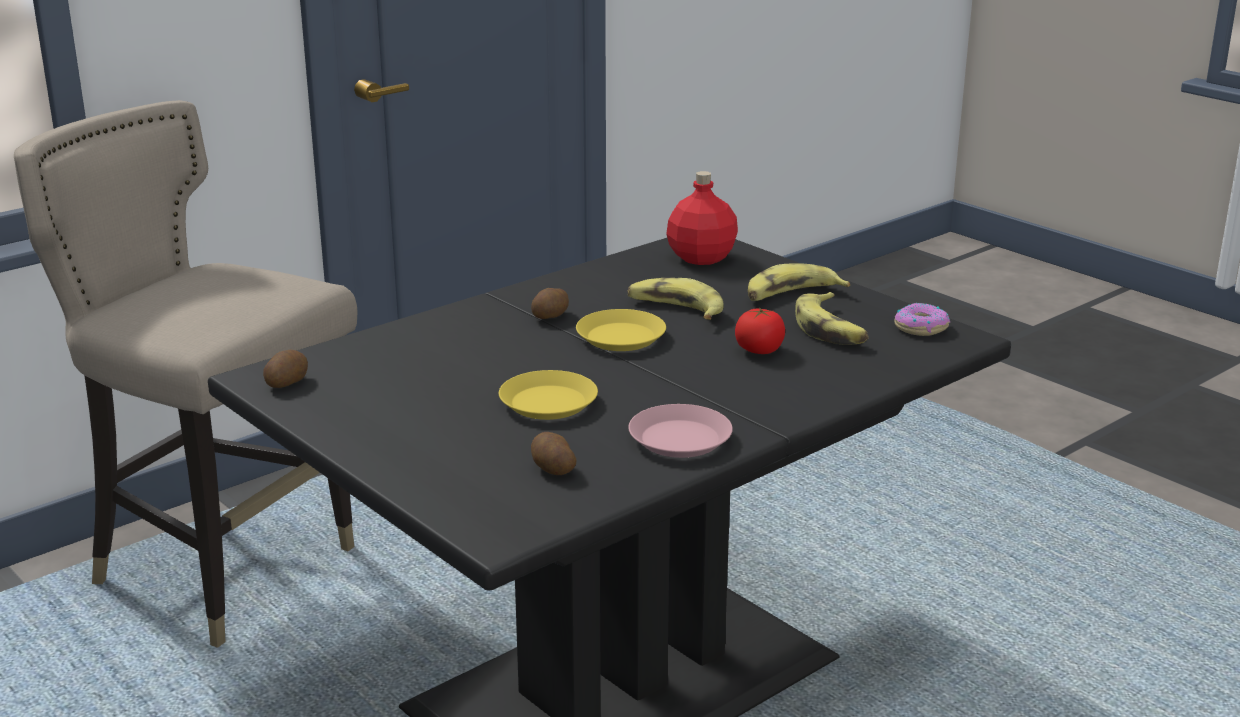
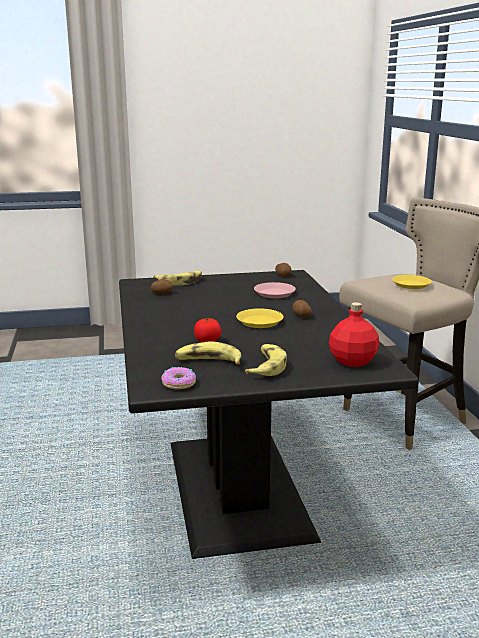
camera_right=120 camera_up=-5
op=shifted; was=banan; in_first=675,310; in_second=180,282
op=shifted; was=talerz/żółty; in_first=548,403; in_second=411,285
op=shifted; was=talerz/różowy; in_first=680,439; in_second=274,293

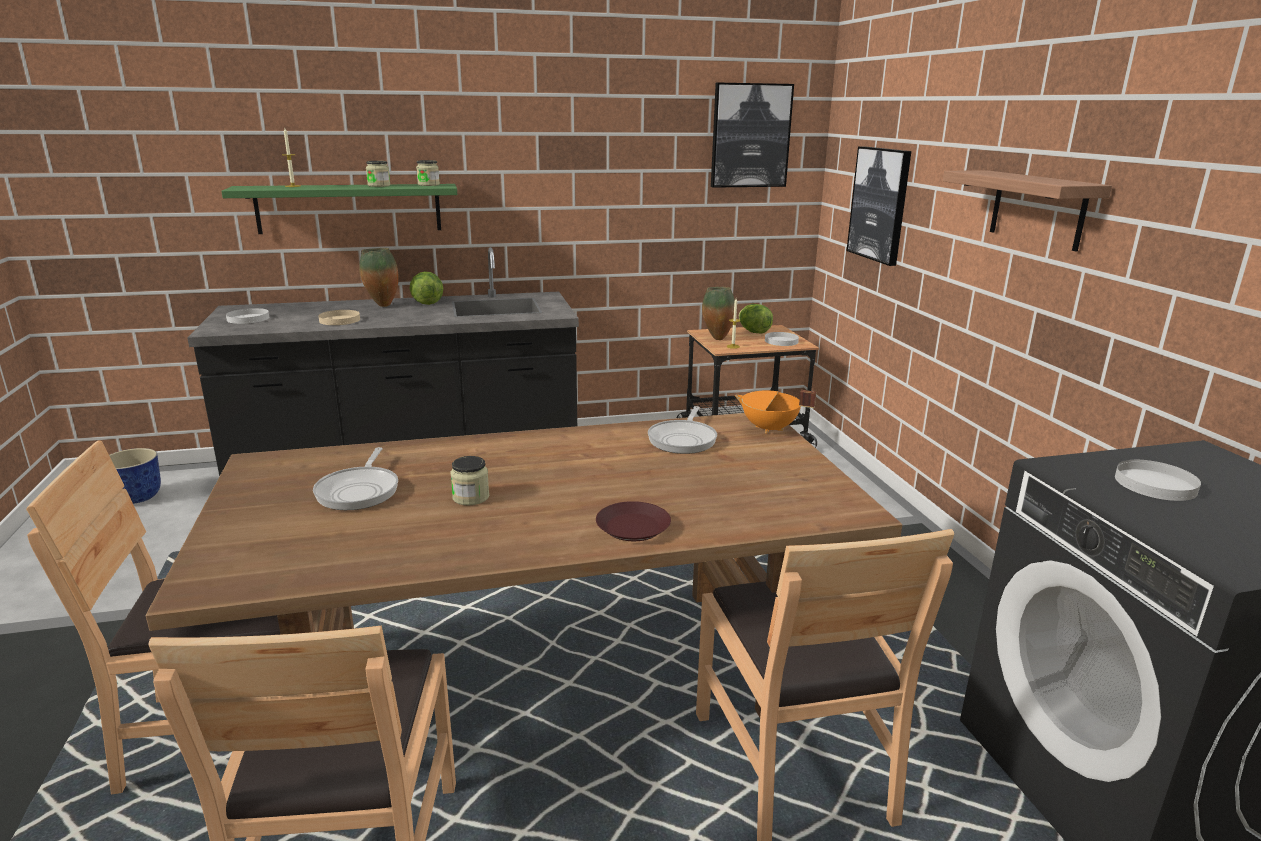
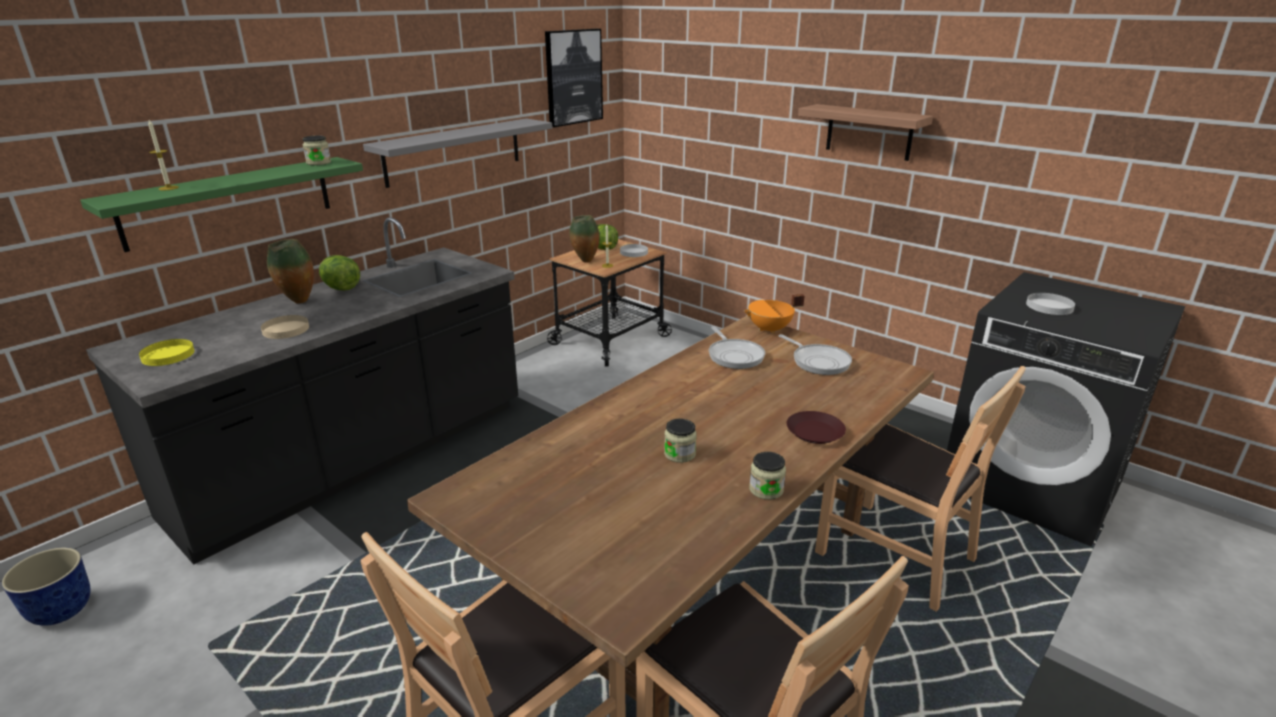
camera_right=-35 camera_up=5
op=gone; was=obraz; in_first=879,204
op=shifted; was=słoik; in_first=379,185; in_second=766,489
op=repainted; was=talerz/biały; now=talerz/żółty; in_first=248,318; in_second=168,355
op=shifted; was=patelnia; in_first=359,491; in_second=818,361
op=new; now=półka/szary; in_second=454,151

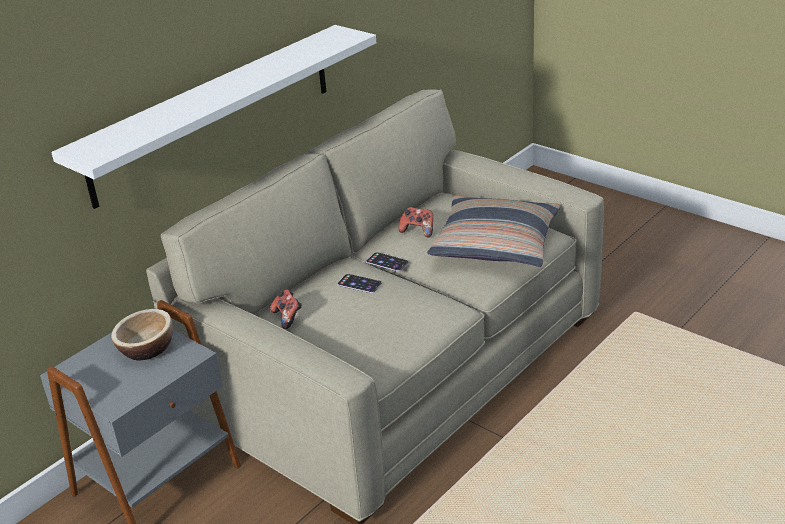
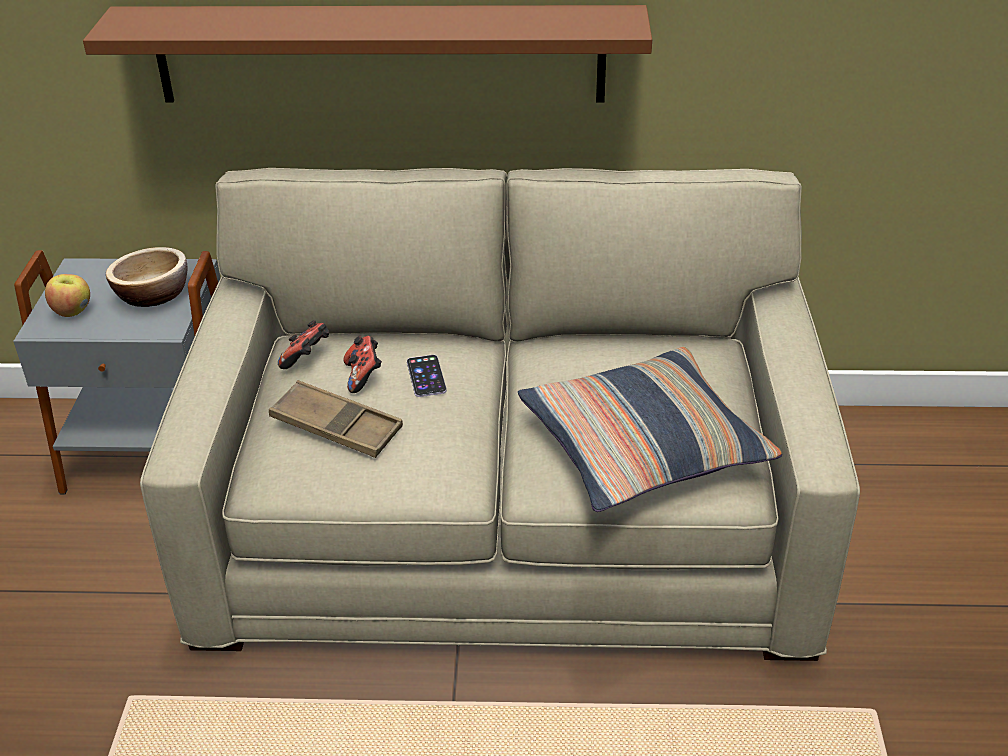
camera_right=50 camera_up=5
op=repainted; was=półka/biały; now=półka/brązowy; in_first=214,113; in_second=380,54
op=shifted; was=pad do gier; in_first=418,231; in_second=364,376
op=gone; was=telefon; in_first=387,262
op=new; now=jabłko; in_second=72,311
op=new; now=taca/brązowy; in_second=336,426

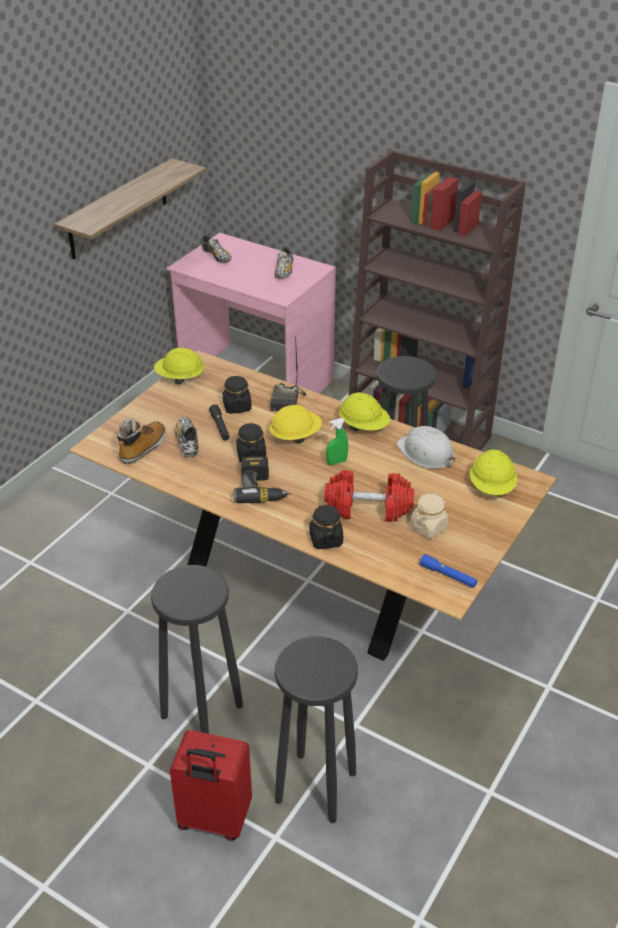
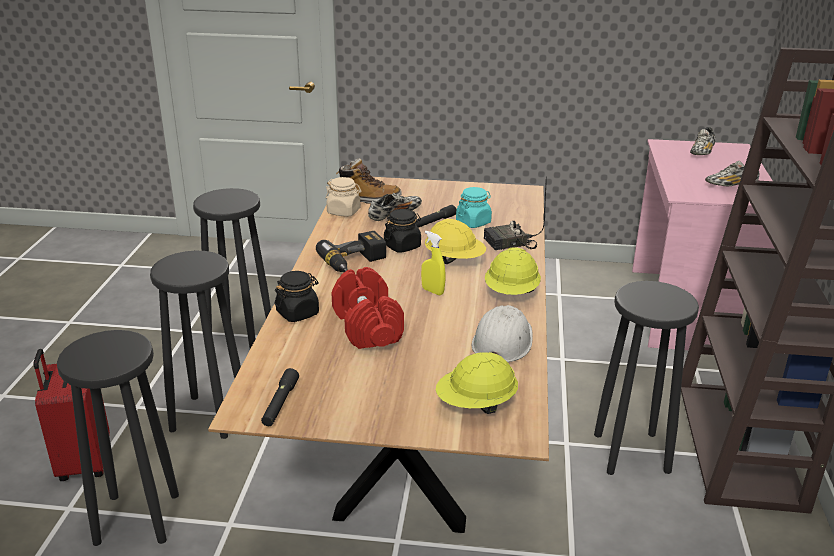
camera_right=65 camera_up=-10
op=gone; was=półka; in_first=118,209
op=gone; was=kask/żółty; in_first=180,378
op=repainted; was=słoik/czarny; now=słoik/turkusowy; in_first=237,406; in_second=473,222
op=repainted; was=spryskiwacz/zielony; now=spryskiwacz/żółty; in_first=336,462; in_second=432,291
op=shifted; was=słoik/beżowy; in_first=428,527; in_second=344,211
op=repainted; was=latarka/niebieski; now=latarka/czarny; in_first=448,576; in_second=280,403
op=new; now=stołek/czarny; in_second=240,335

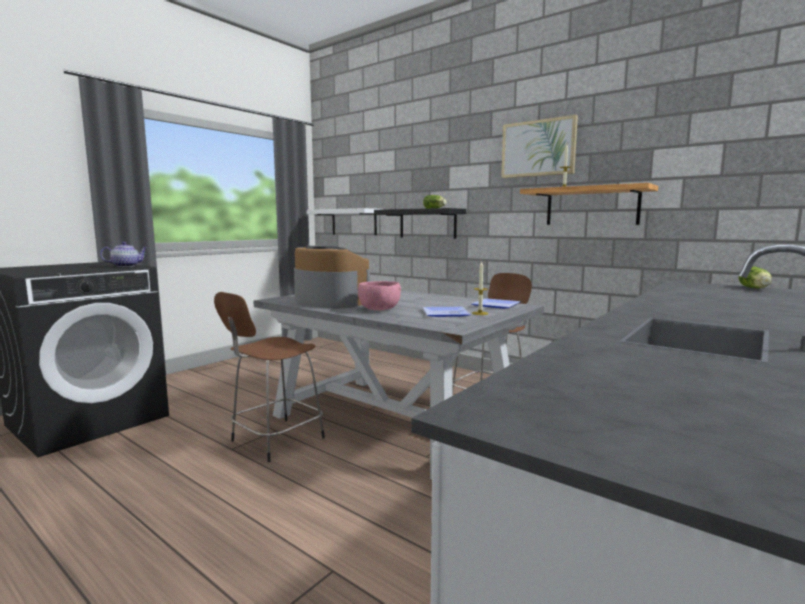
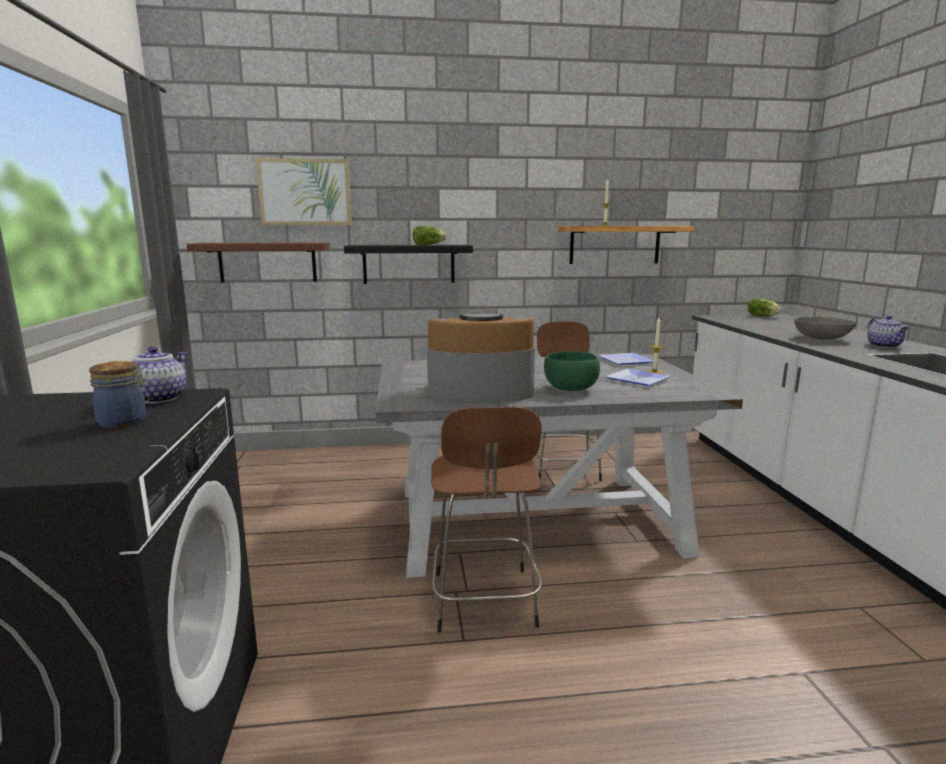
camera_right=-45 camera_up=5
op=shifted; was=obraz; in_first=538,148; in_second=305,192
op=repainted; was=półka/biały; now=półka/brązowy; in_first=354,222; in_second=267,262
op=repainted; was=miska/różowy; now=miska/zielony; in_first=379,310; in_second=571,389
op=new; now=imbryk; in_second=885,346
op=new; now=miska/szary; in_second=821,339
op=new; now=słoik; in_second=124,422

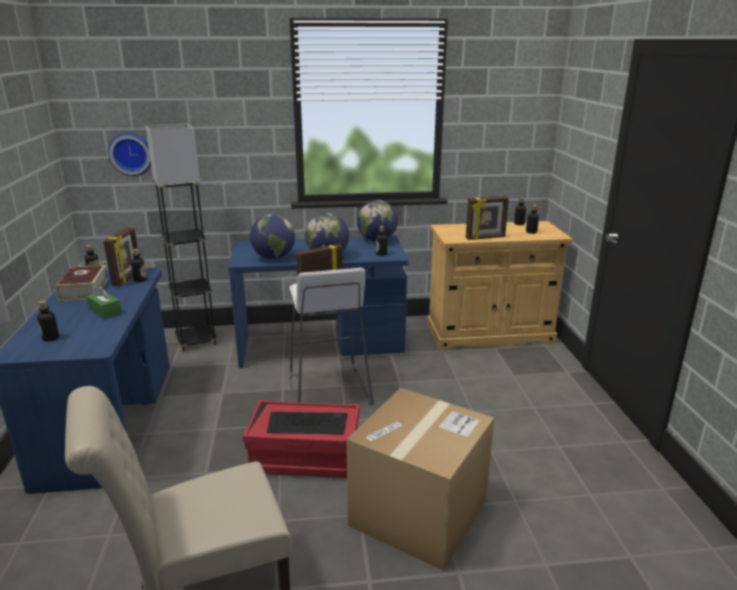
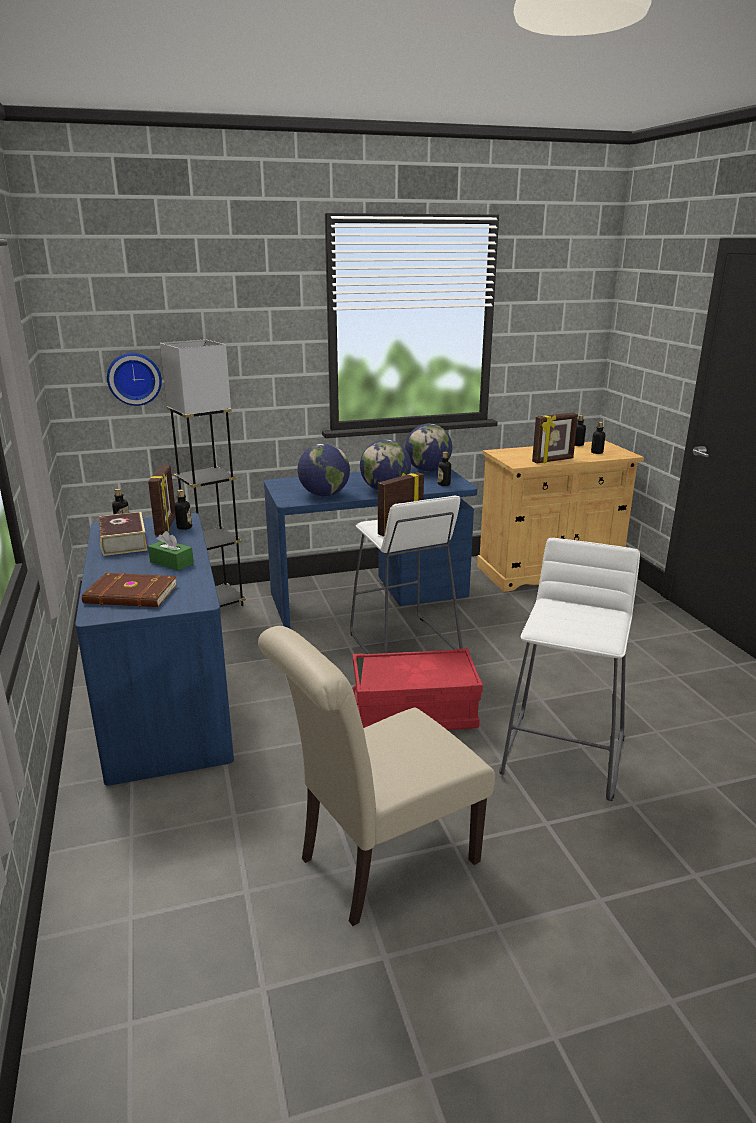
camera_right=-10 camera_up=0
op=swapped; was=butelka; now=książka/brązowy; in_first=51,338; in_second=131,595
op=swapped; was=karton; now=stołek/biały; in_first=418,513; in_second=564,754
op=gone; was=klawiatura; in_first=307,424

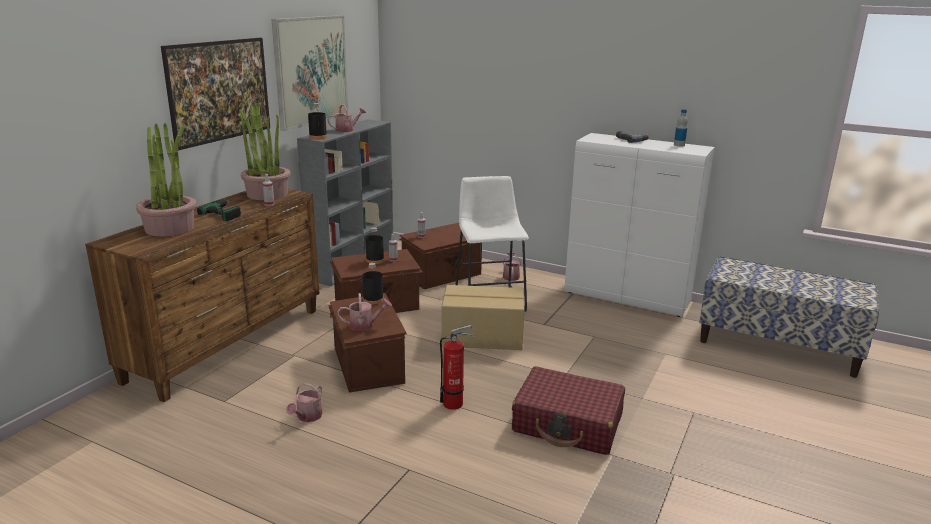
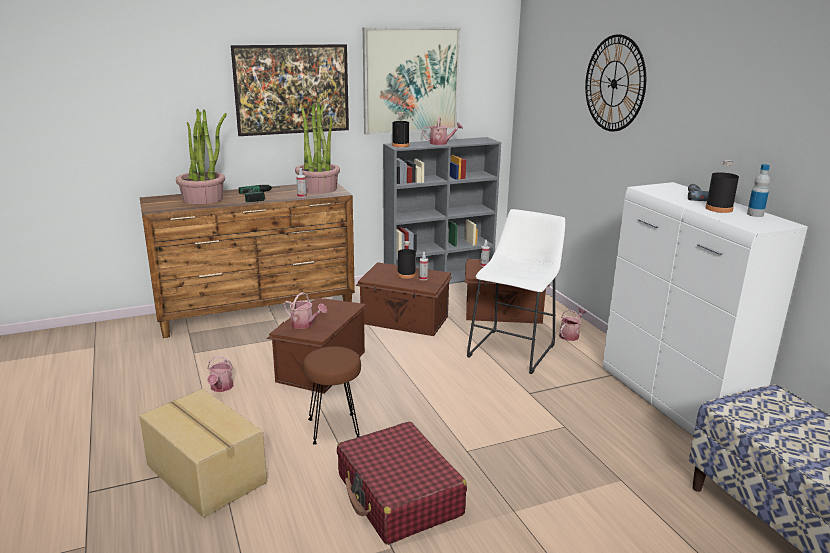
camera_right=40 camera_up=0
op=shifted; was=butelka/czarny; in_first=373,300; in_second=719,209
op=shifted; was=karton; in_first=482,337; in_second=205,475
op=swapped; was=gaśnica; now=stołek/brązowy; in_first=455,403; in_second=334,428
op=rotated; was=konewka; in_first=307,417; in_second=221,388; clockwise=-60
op=new; now=zegar ścienny; in_second=614,83

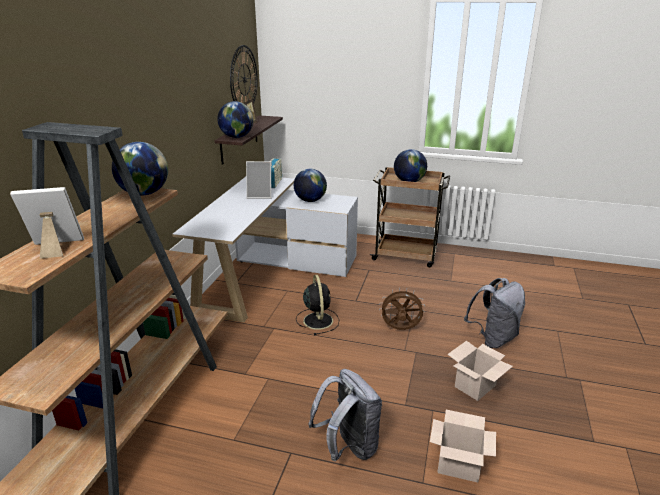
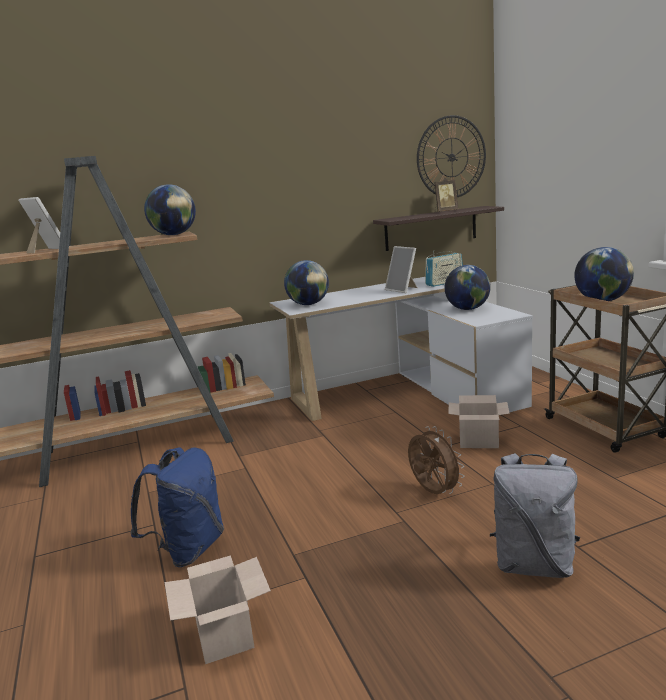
camera_right=55 camera_up=-10
op=shifted; was=globus; in_first=237,137; in_second=308,304
op=gone; was=wentylator/czarny; in_first=317,320
op=shifted; was=karton; in_first=475,387; in_second=477,441
op=repainted; was=plecak/szary; now=plecak/niebieski; in_first=348,447; in_second=188,550

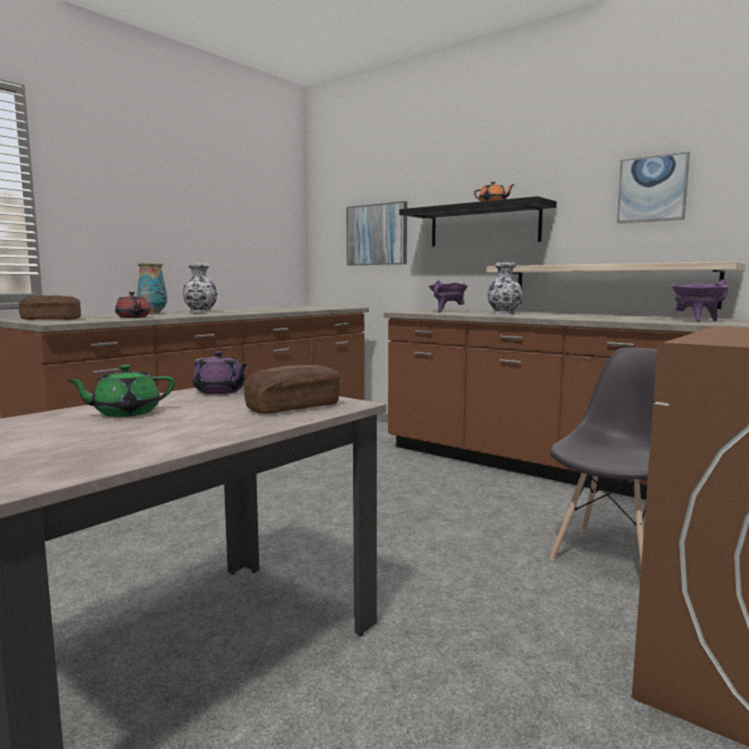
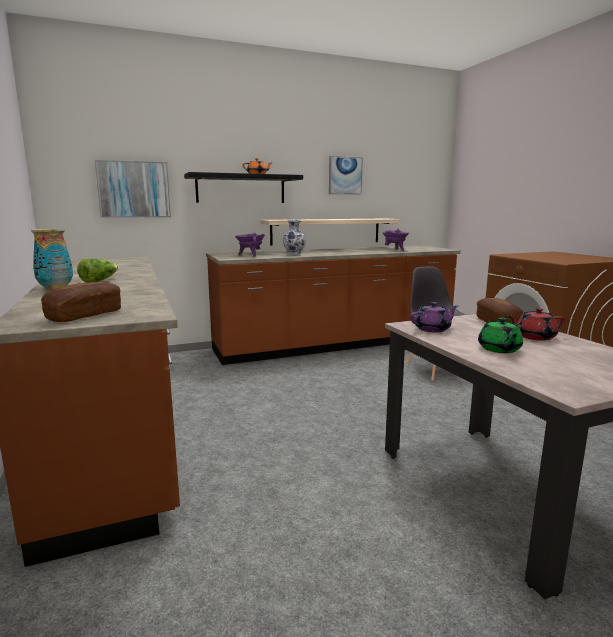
camera_right=-60 camera_up=5
op=swapped; was=wazon; now=sałata; in_first=200,312; in_second=99,281
op=shifted; was=imbryk/czerwony; in_first=133,317; in_second=534,337

